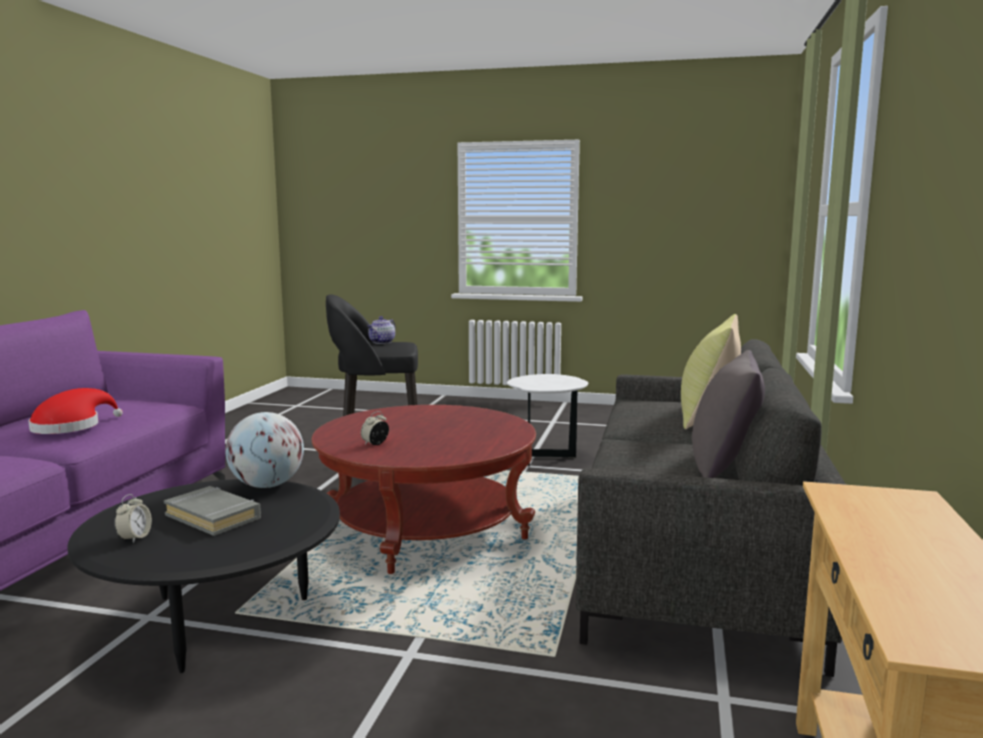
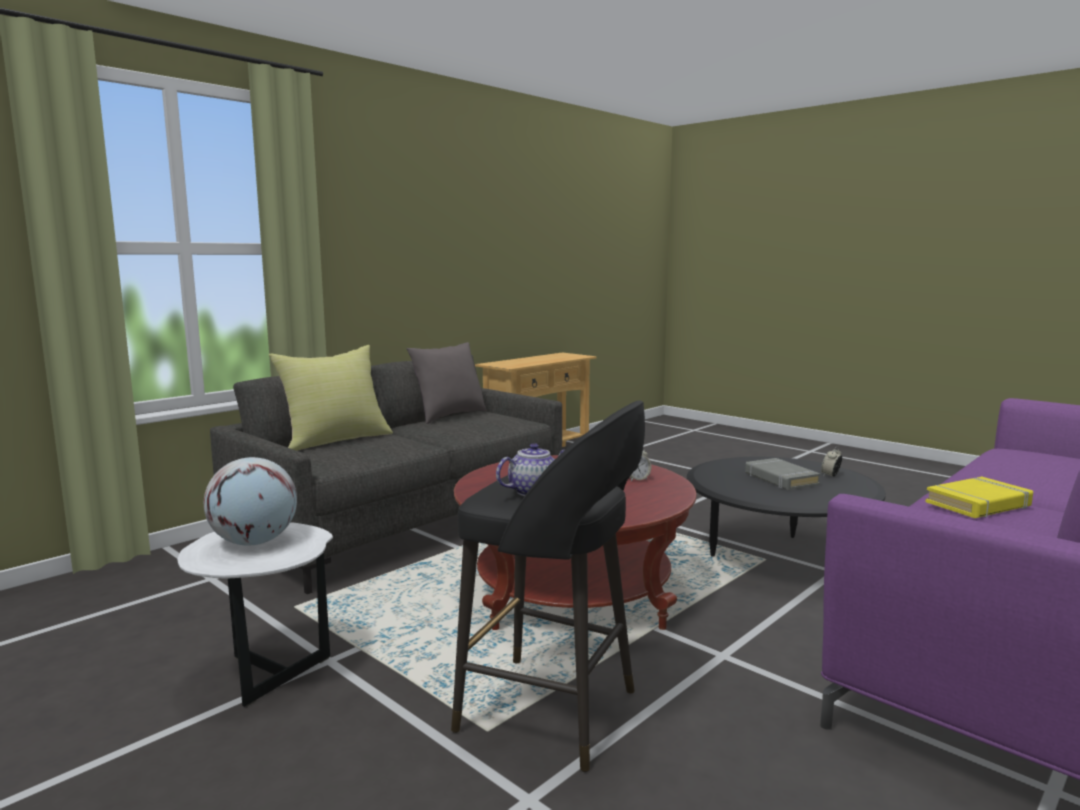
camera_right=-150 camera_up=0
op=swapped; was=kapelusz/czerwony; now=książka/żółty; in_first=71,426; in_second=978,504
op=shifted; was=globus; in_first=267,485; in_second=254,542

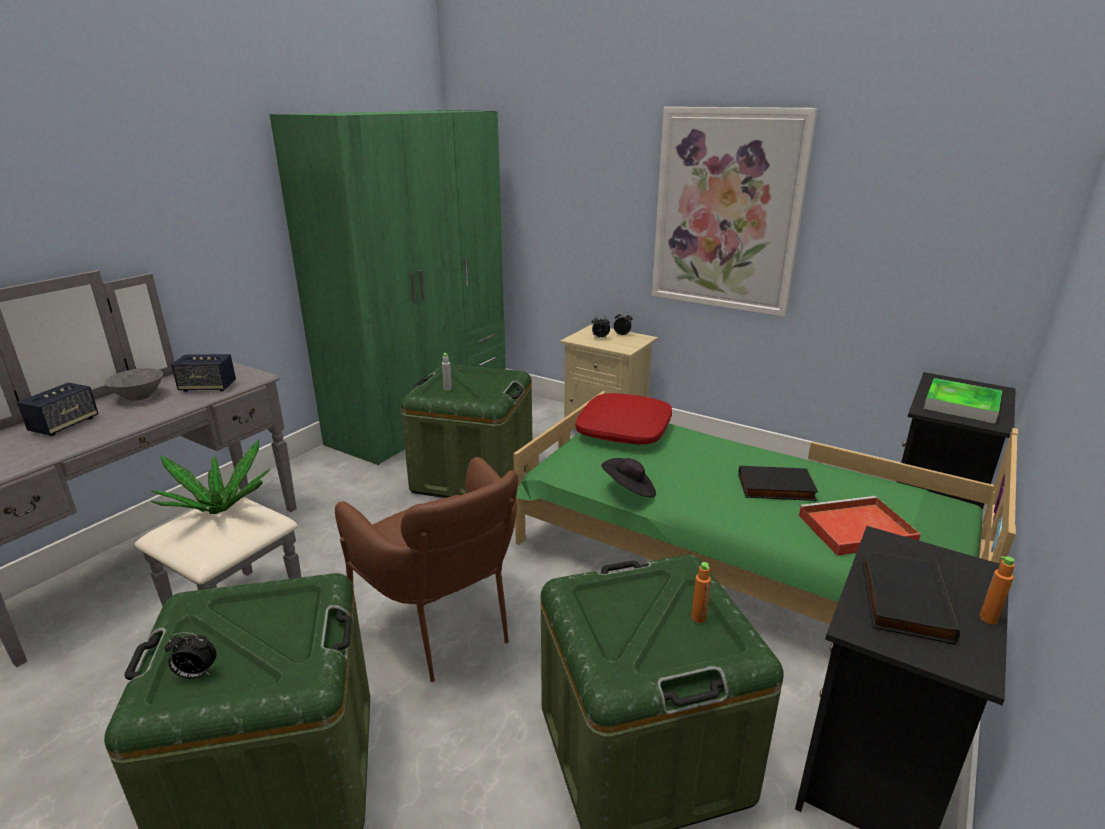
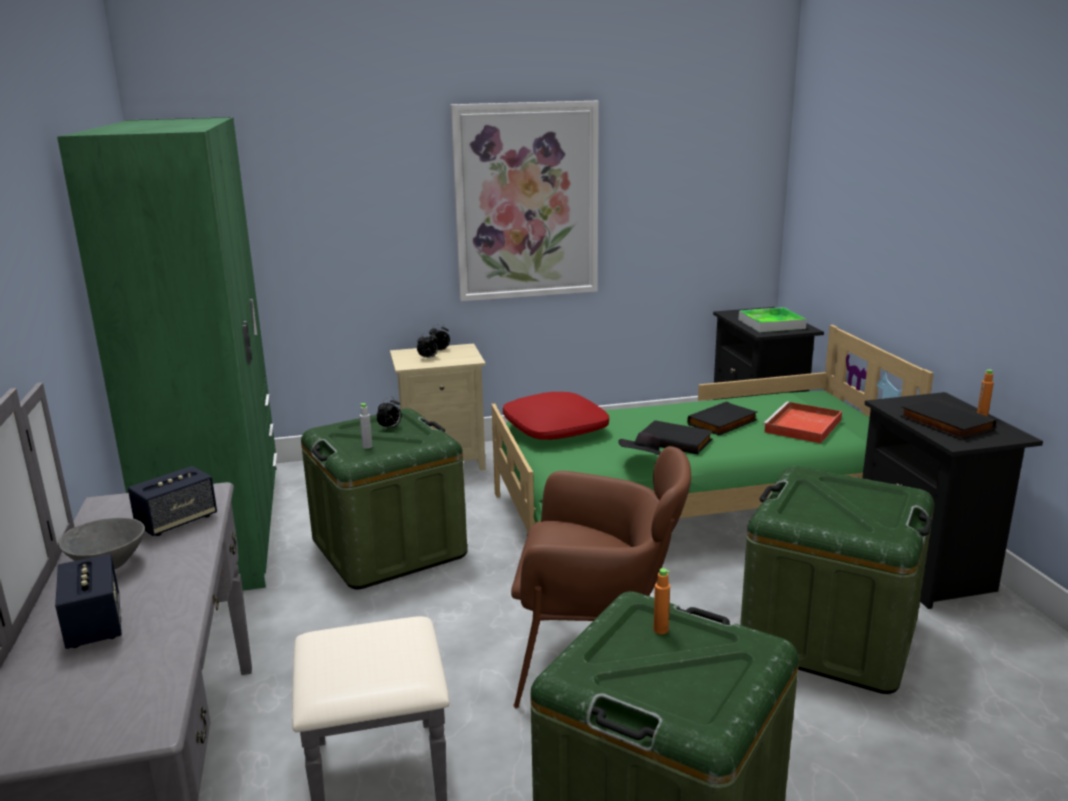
camera_right=-45 camera_up=-5
op=gone; was=roślina doniczkowa; in_first=219,508
op=shifted; was=butelka/pomarańczowy; in_first=698,617; in_second=660,630
op=shifted; was=budzik; in_first=196,674; in_second=390,428
op=new; now=książka/czarny; in_second=676,441

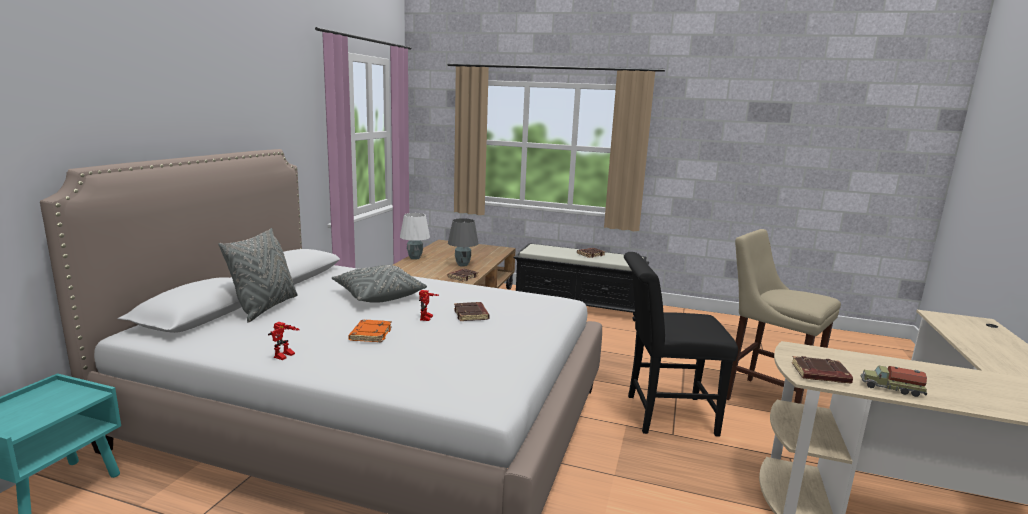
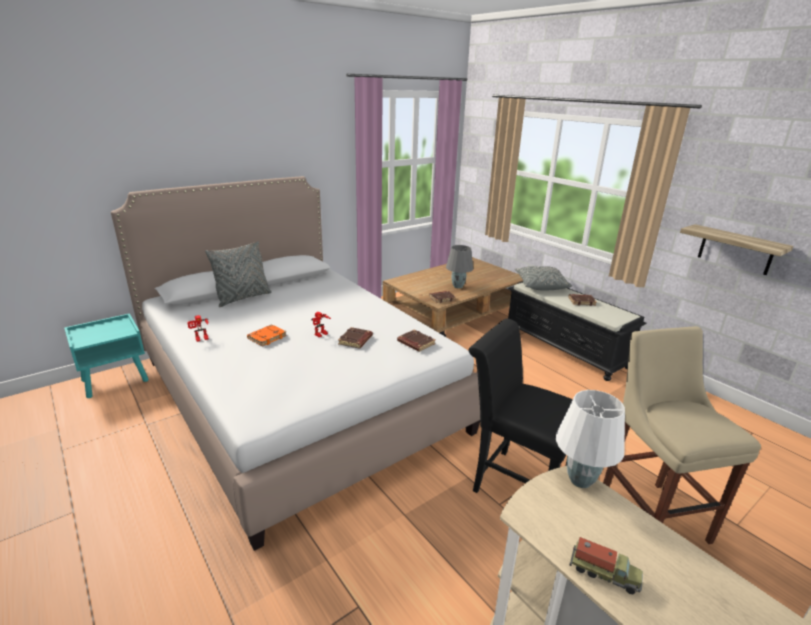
camera_right=35 camera_up=10
op=shifted; was=lampa stołowa/biały; in_first=415,258; in_second=581,480
op=shifted; was=poduszka/szary; in_first=378,295; in_second=540,285
op=shifted; was=książka/brązowy; in_first=820,374; in_second=415,343
op=rotated; was=ciężarówka zabawkowa; in_first=891,388; in_second=604,573; clockwise=150
op=new; now=półka; in_second=735,250

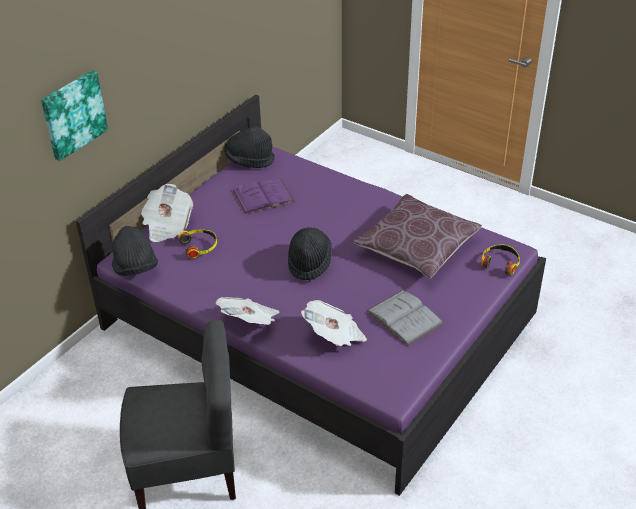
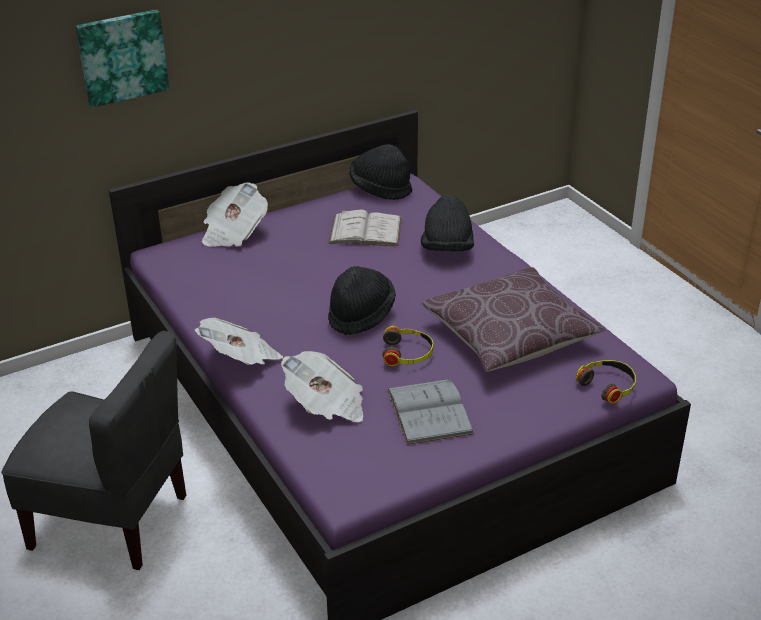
camera_right=25 camera_up=-5
op=repainted; was=książka/fioletowy; now=książka/biały; in_first=263,196; in_second=365,230
op=shifted; was=kapelusz/czarny; in_first=135,268; in_second=447,249
op=shifted; was=słuchawki; in_first=199,246; in_second=408,353

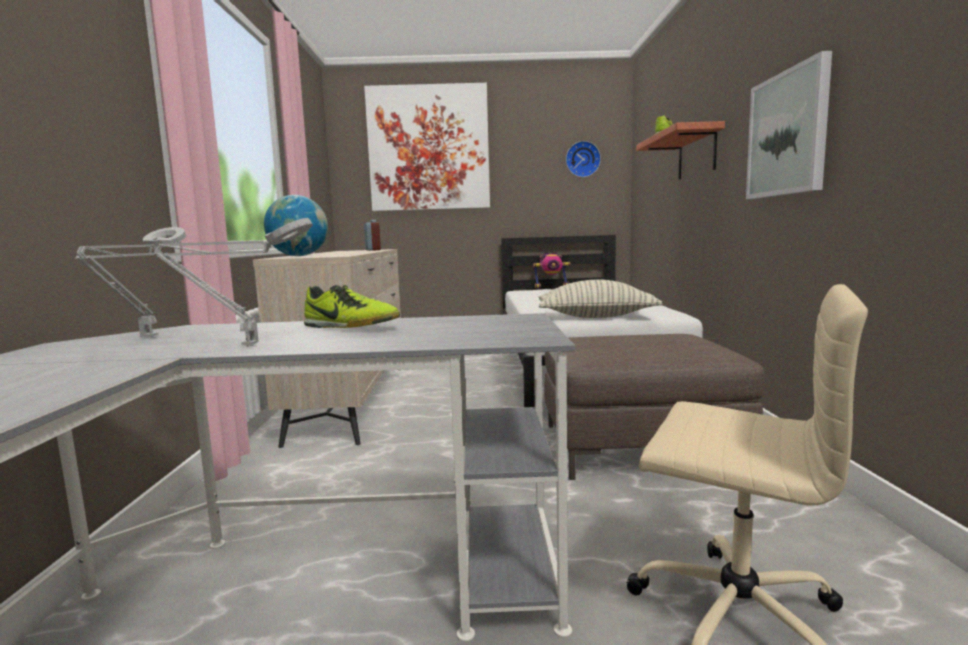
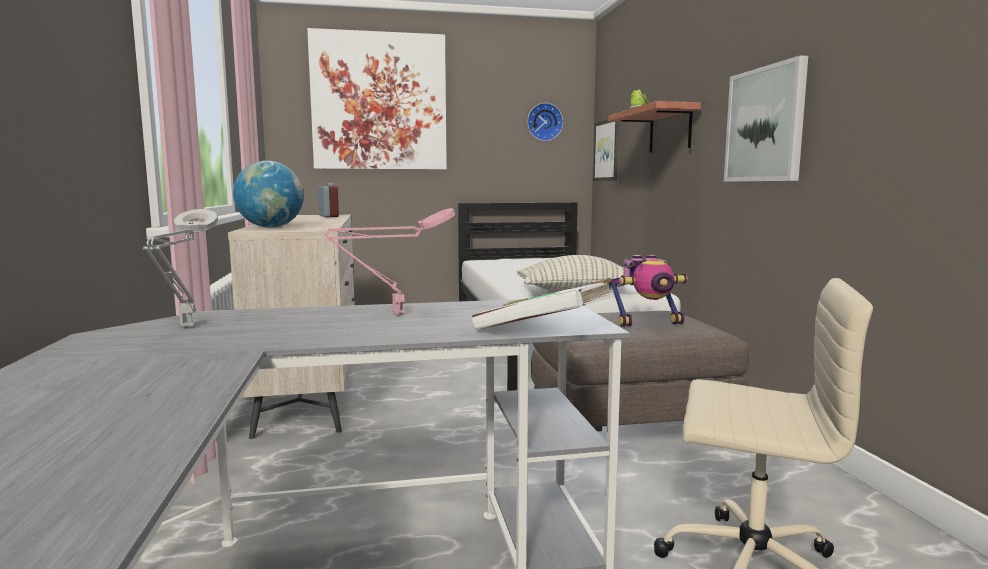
camera_right=-10 camera_up=0
op=gone; was=lampa stołowa/szary; in_first=245,345
op=shifted; was=robot zabawkowy; in_first=551,288; in_second=647,323
op=swapped; was=but; now=lampa stołowa/różowy; in_first=350,327; in_second=394,314
op=new; now=obraz; in_second=607,150
op=new; now=książka/biały; in_second=543,331

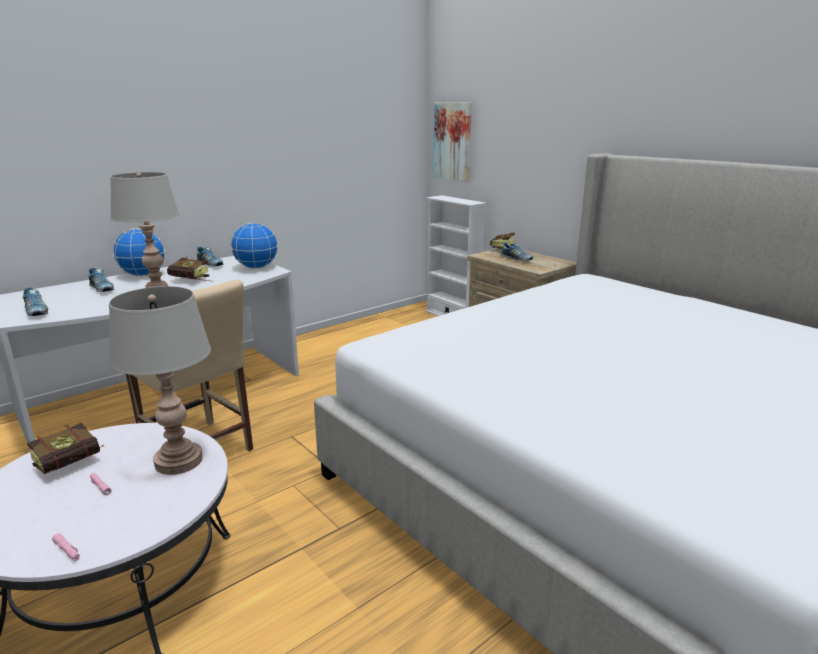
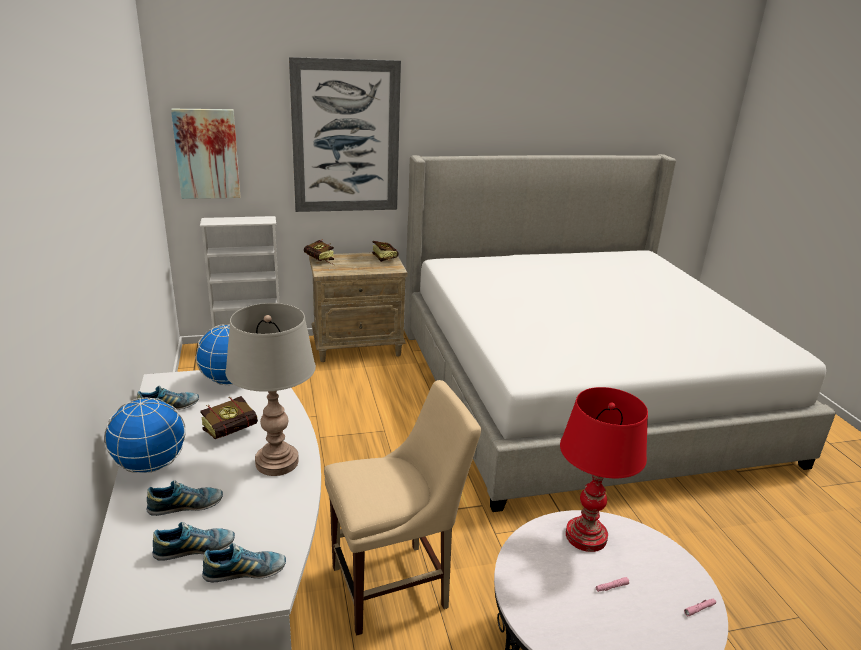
camera_right=-65 camera_up=5
op=shifted; was=but; in_first=516,259; in_second=195,549
op=repainted; was=lampa stołowa/szary; now=lampa stołowa/czerwony; in_first=179,461; in_second=586,536
op=shifted; was=książka; in_first=75,462; in_second=383,257
op=new; now=obraz; in_second=346,138

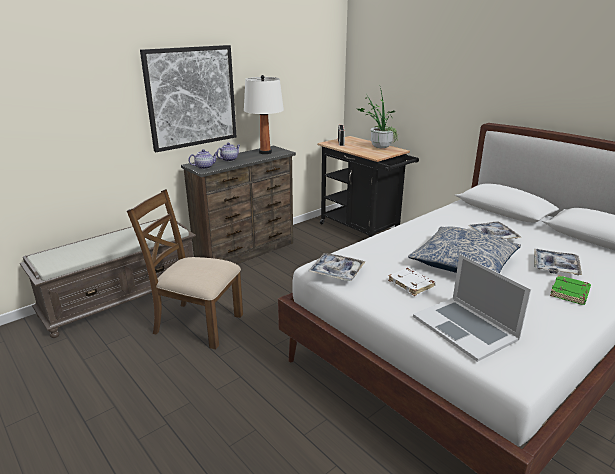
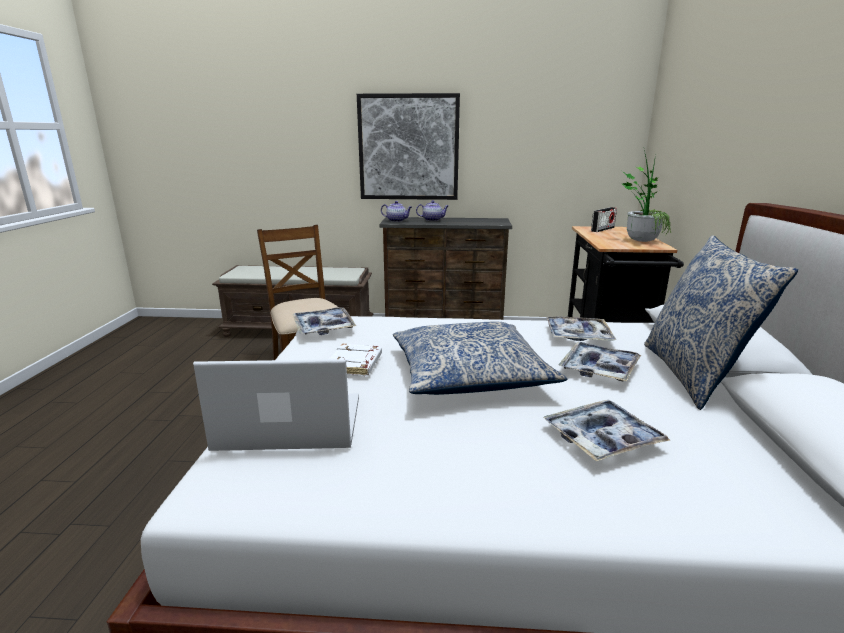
camera_right=45 camera_up=-5
op=gone; was=lampa stołowa/biały; in_first=265,152
op=rotated; was=laptop; in_first=465,327; in_second=290,423; clockwise=75
op=gone; was=książka/zielony; in_first=570,293
op=new; now=poduszka; in_second=693,375
op=new; now=taca; in_second=578,336

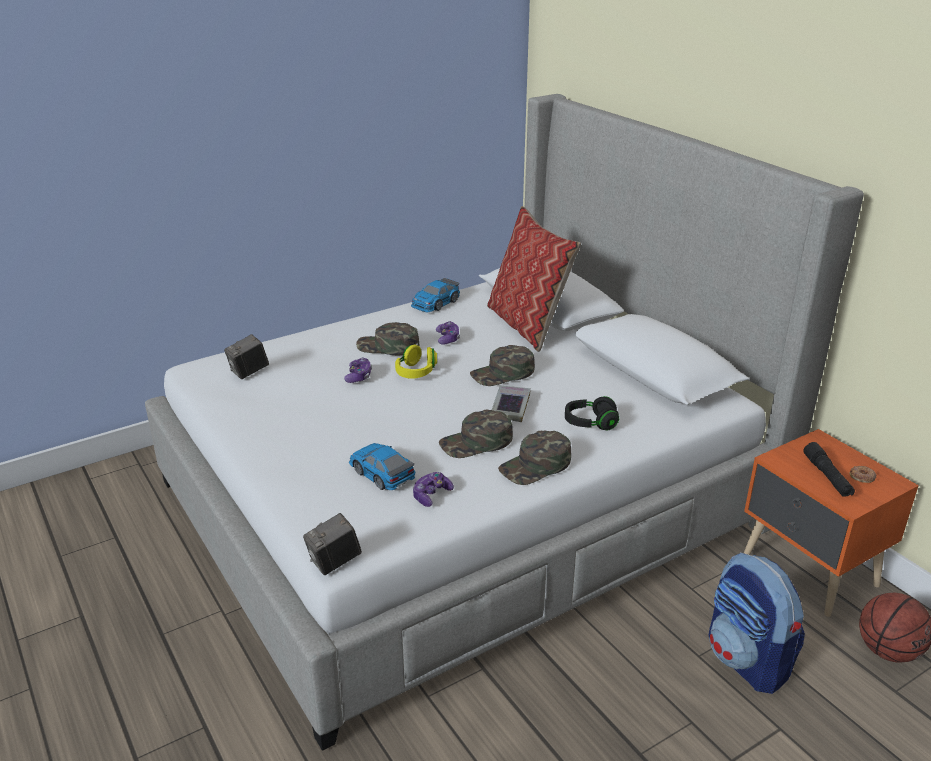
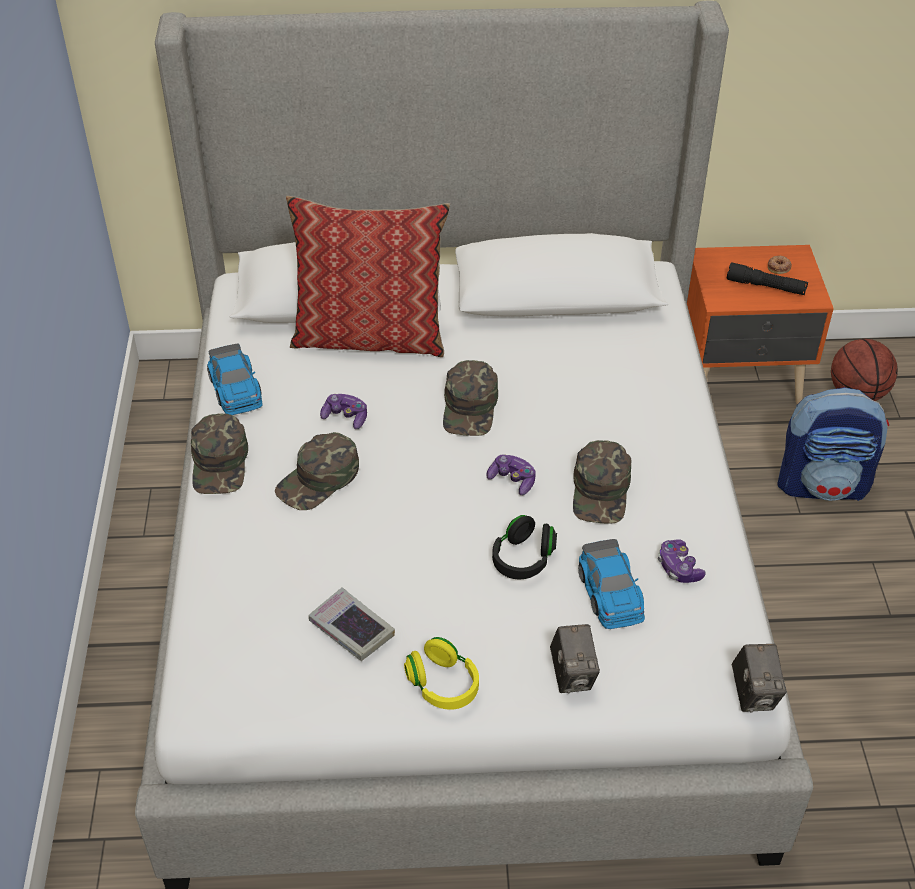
camera_right=-60 camera_up=15
op=shifted; was=aparat fotograficzny; in_first=249,372; in_second=572,675
op=shifted; was=słuchawki/żółty; in_first=416,372; in_second=443,685
op=shifted; was=pad do gier; in_first=359,376; in_second=512,480
op=shifted; was=książka; in_first=510,407; in_second=351,629
op=shifted; was=słuchawki/czarny; in_first=590,423; in_second=523,559
op=shifted; was=czapka z daszkiem/zielony; in_first=536,466; in_second=220,462
op=rotated; was=samochodzik; in_first=381,473; in_second=610,593; clockwise=-90

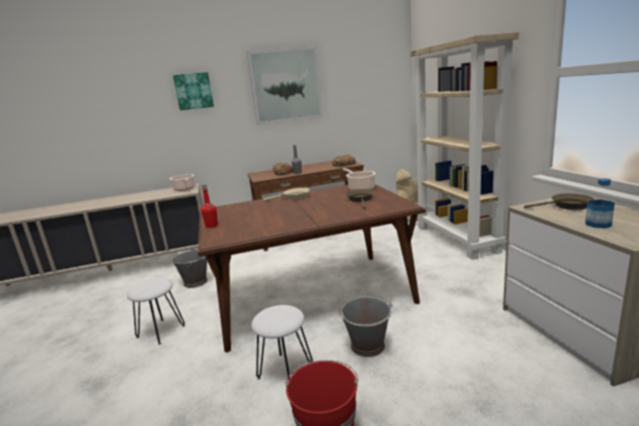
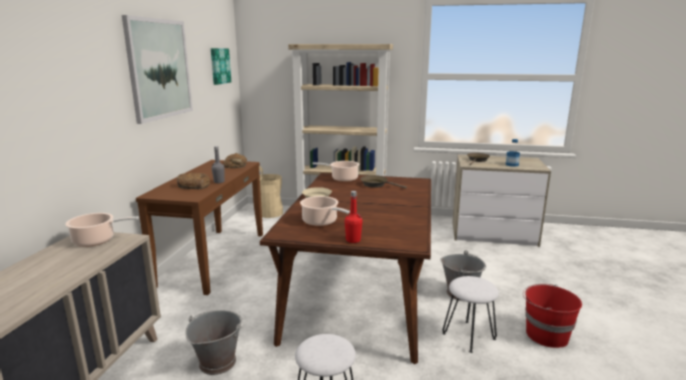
camera_right=-65 camera_up=0
op=shifted; was=obraz; in_first=193,91; in_second=219,66
op=new; now=garnek; in_second=321,222

